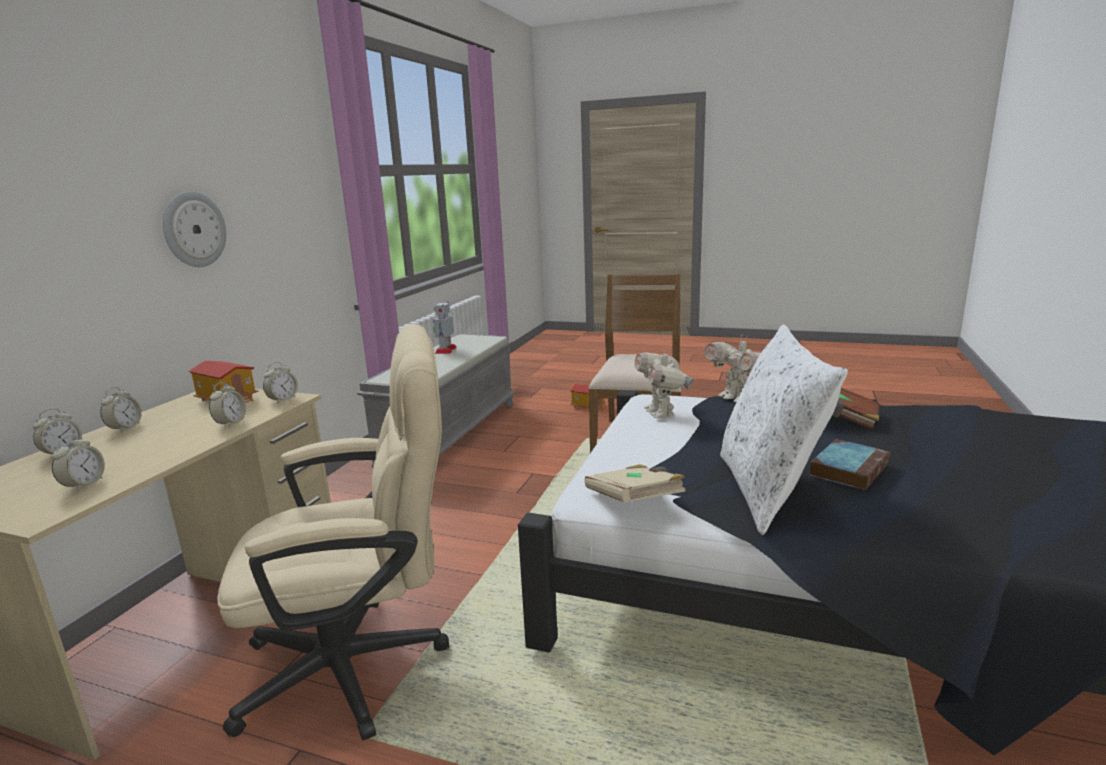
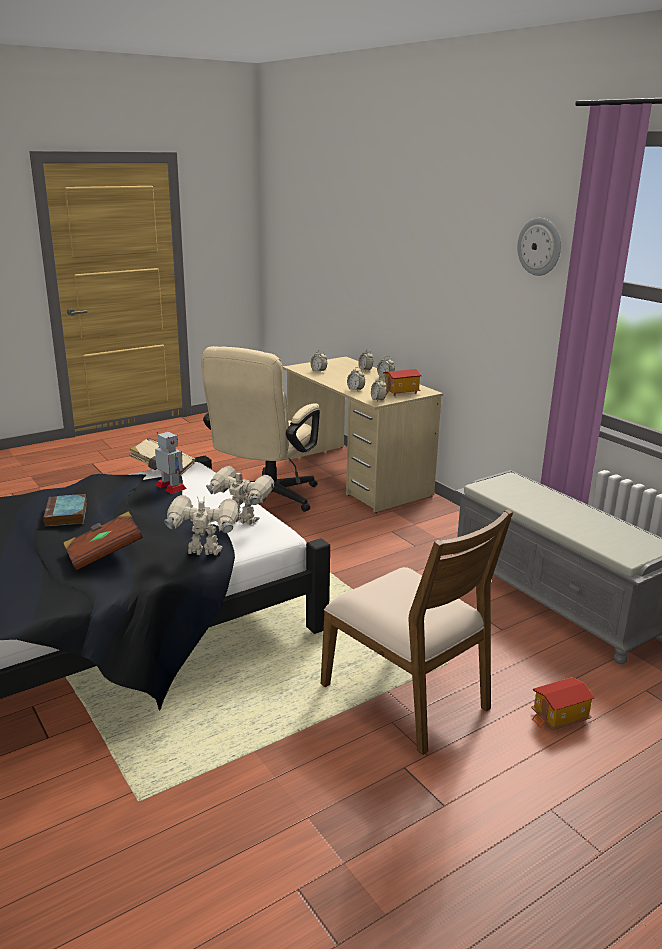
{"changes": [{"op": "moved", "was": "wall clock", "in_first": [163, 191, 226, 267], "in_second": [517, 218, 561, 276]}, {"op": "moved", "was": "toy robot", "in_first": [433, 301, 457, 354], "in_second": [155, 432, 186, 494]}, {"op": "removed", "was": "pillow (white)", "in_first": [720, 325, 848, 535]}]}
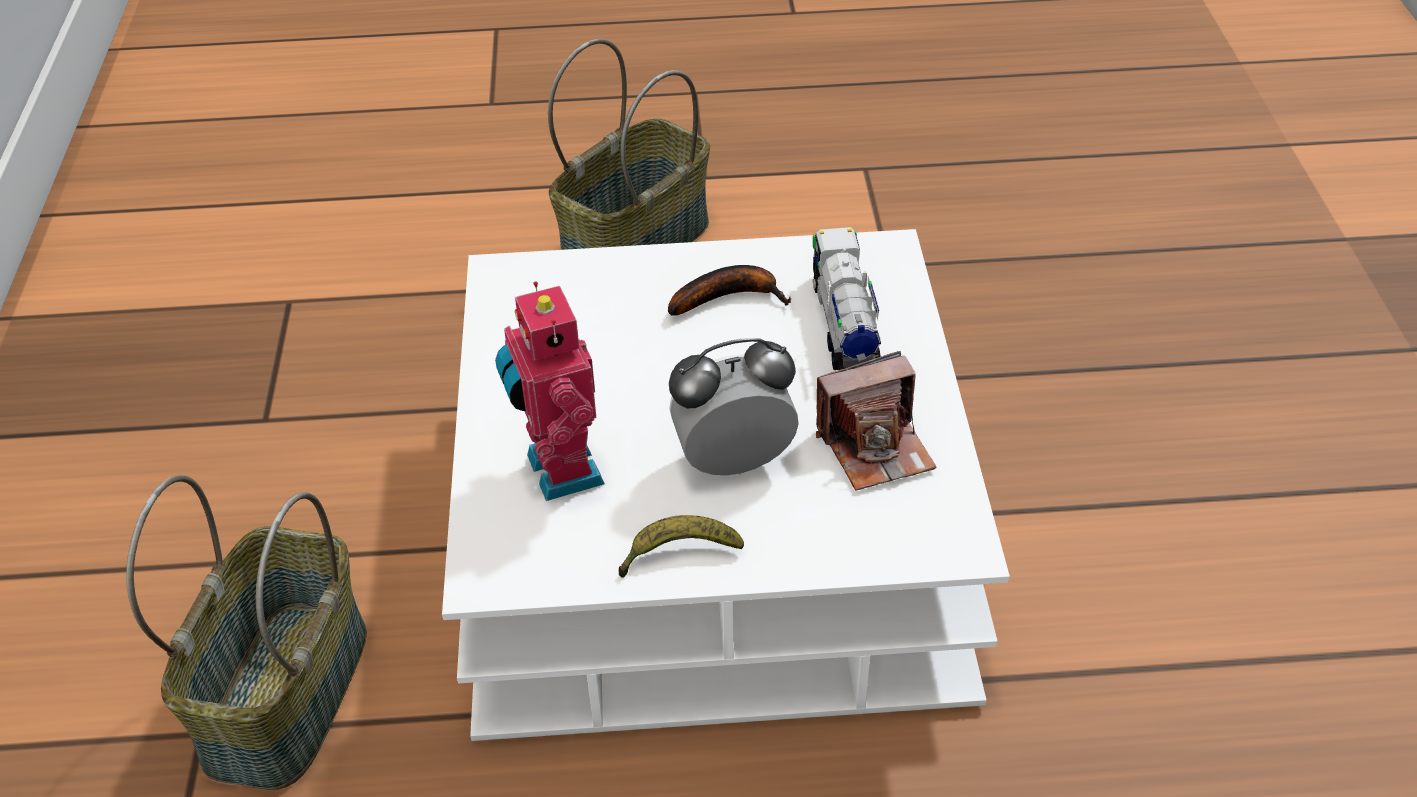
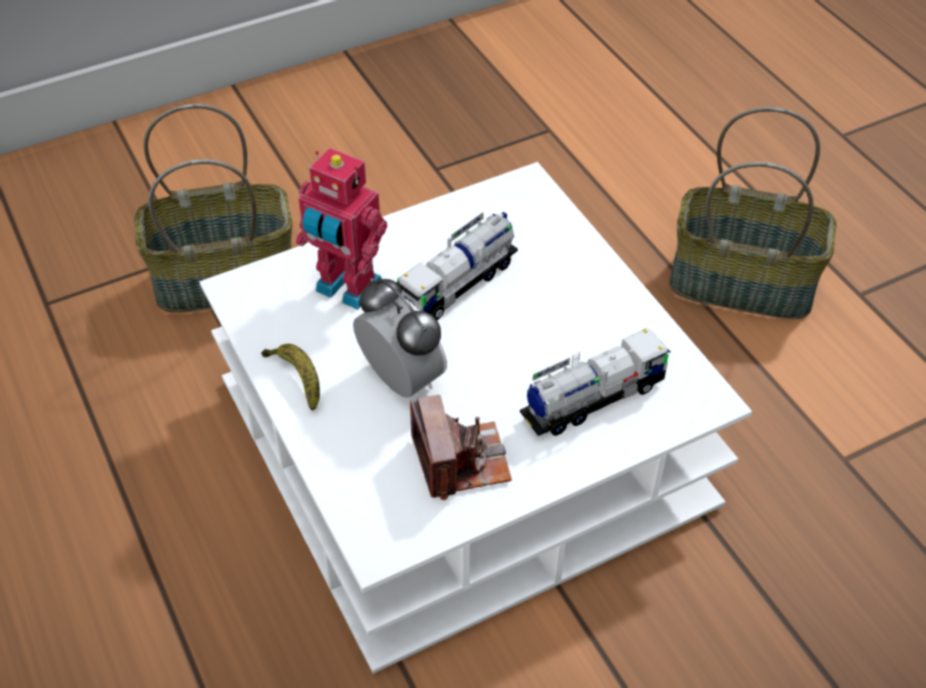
{"changes": [{"op": "turned", "was": "toy robot", "in_first": [495, 281, 605, 501], "in_second": [296, 148, 387, 310], "clockwise": -105}, {"op": "removed", "was": "banana", "in_first": [668, 265, 791, 316]}, {"op": "turned", "was": "photo camera", "in_first": [816, 351, 936, 491], "in_second": [410, 395, 512, 500], "clockwise": -150}, {"op": "added", "now": "toy truck", "in_second": [397, 212, 518, 320]}]}
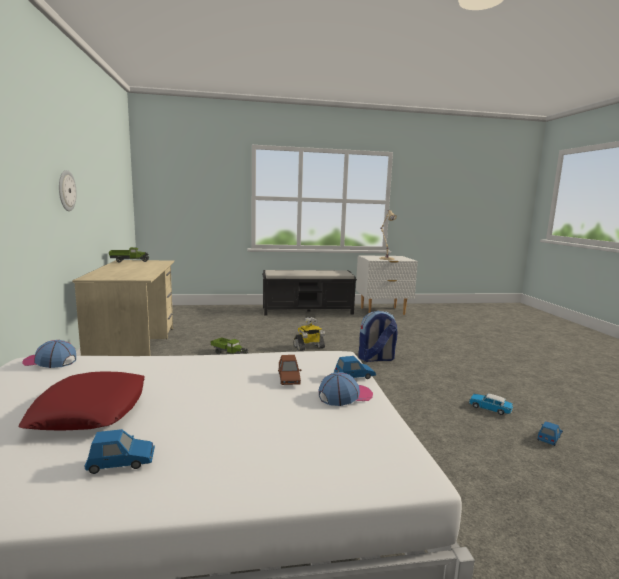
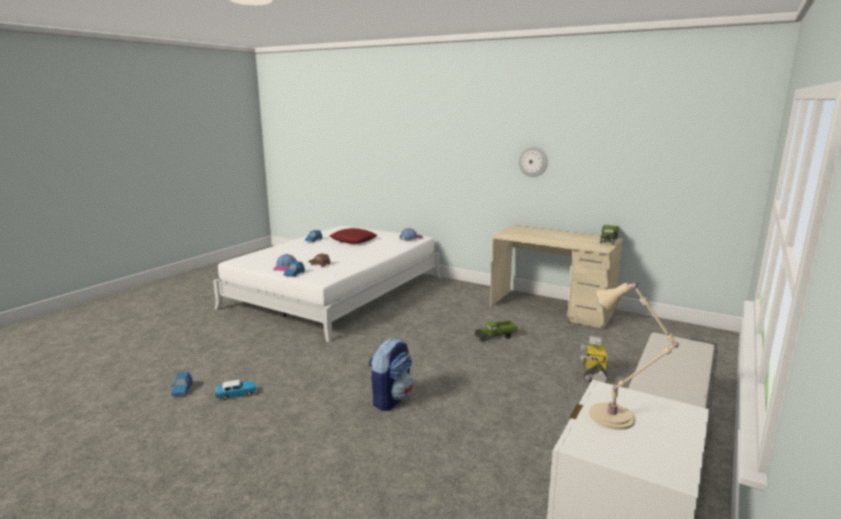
{"changes": [{"op": "moved", "was": "toy robot", "in_first": [293, 317, 325, 351], "in_second": [581, 336, 608, 383]}]}
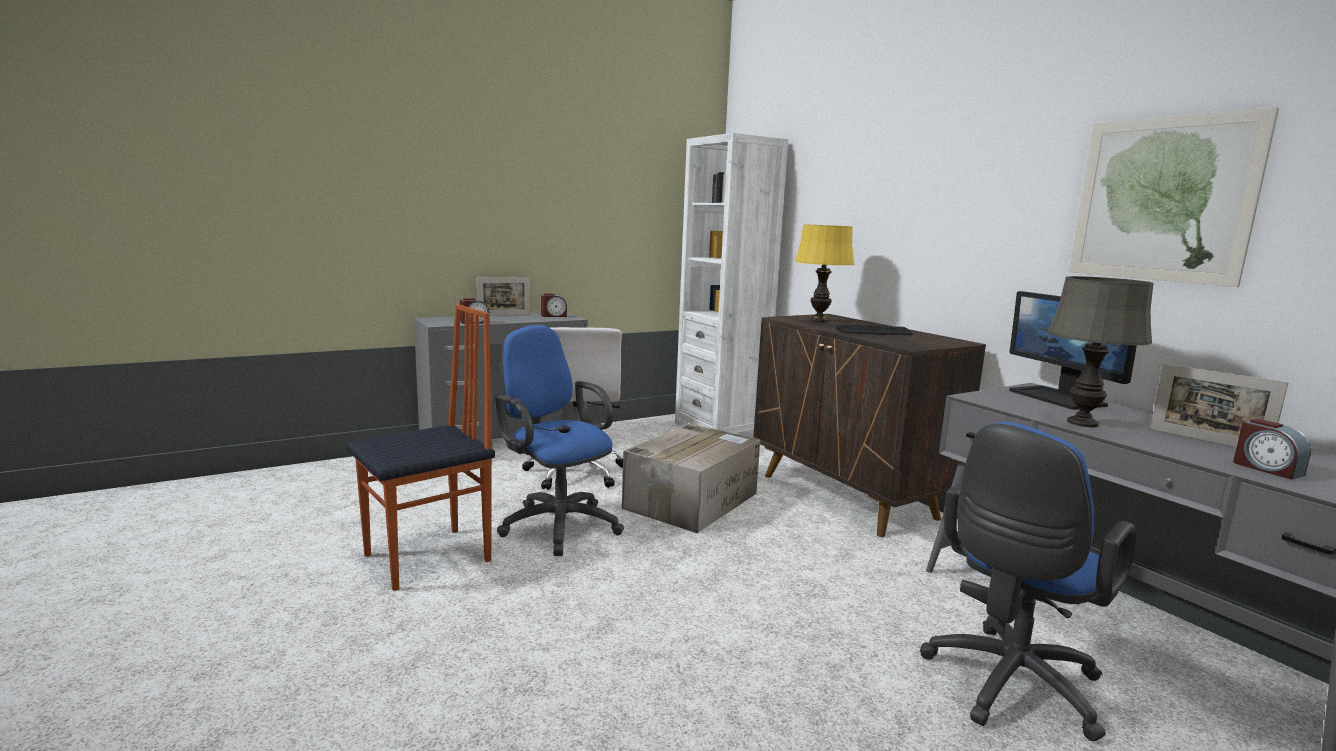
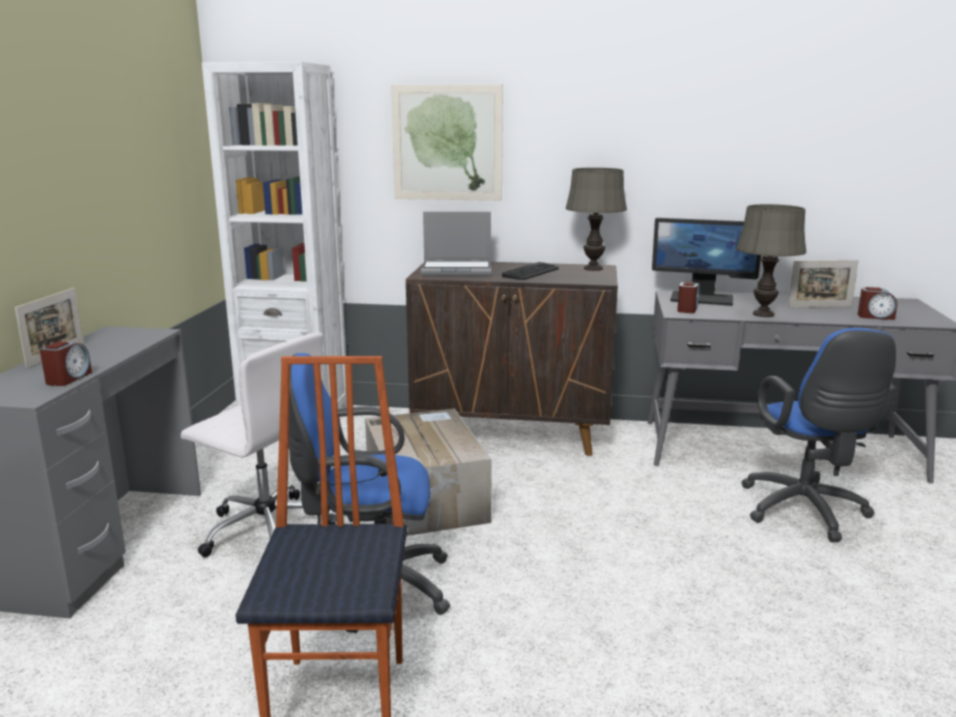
{"changes": [{"op": "moved", "was": "alarm clock", "in_first": [541, 294, 567, 317], "in_second": [677, 282, 700, 313]}, {"op": "replaced", "was": "table lamp (yellow)", "now": "laptop", "in_first": [795, 224, 854, 322], "in_second": [420, 212, 491, 276]}, {"op": "moved", "was": "picture", "in_first": [1069, 107, 1279, 287], "in_second": [391, 84, 503, 201]}, {"op": "added", "now": "table lamp (grey)", "in_second": [565, 168, 627, 271]}]}
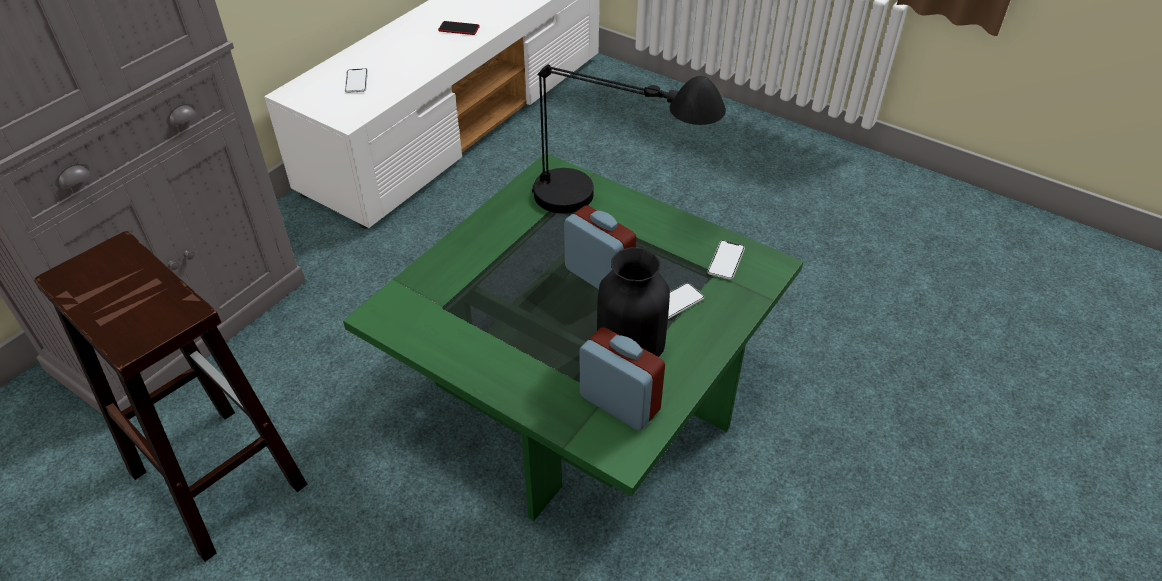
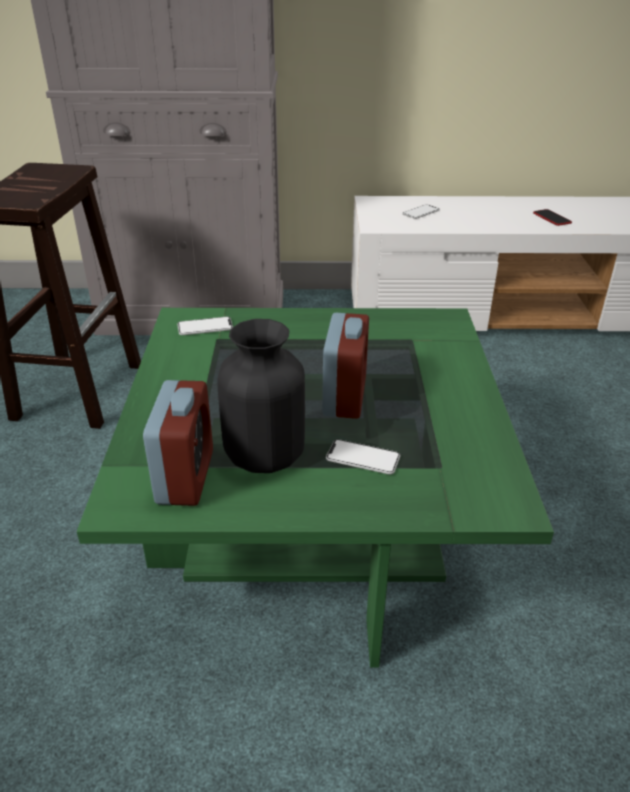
{"changes": [{"op": "removed", "was": "table lamp (black)", "in_first": [532, 64, 726, 214]}, {"op": "moved", "was": "phone", "in_first": [707, 240, 745, 280], "in_second": [177, 316, 233, 335]}]}
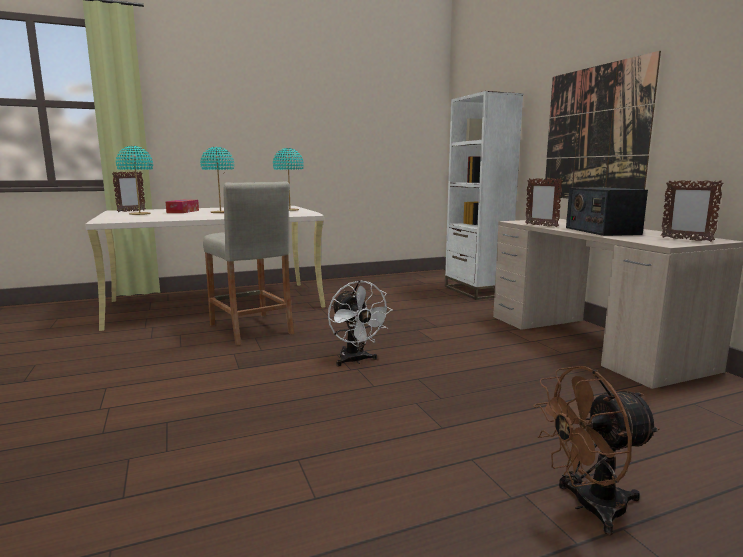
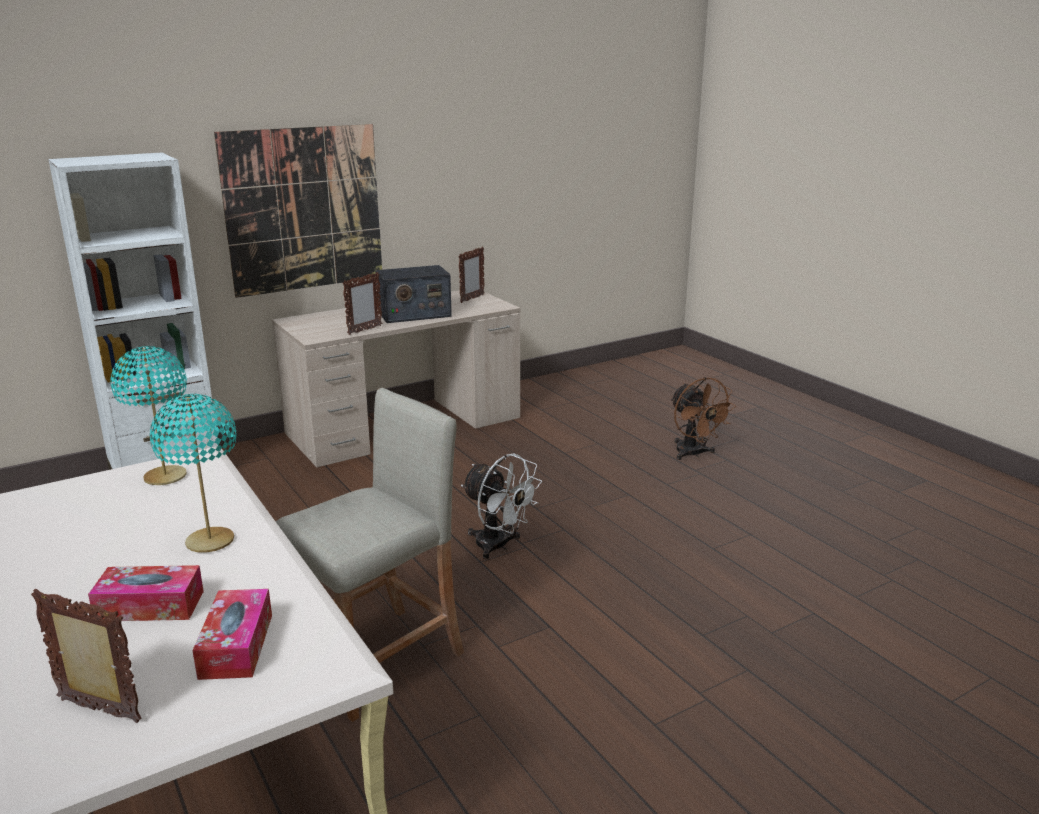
{"changes": [{"op": "replaced", "was": "table lamp (turquoise)", "now": "tissue box", "in_first": [116, 146, 153, 215], "in_second": [192, 589, 272, 680]}, {"op": "turned", "was": "fan (white)", "in_first": [328, 280, 392, 366], "in_second": [461, 454, 542, 559], "clockwise": 75}]}
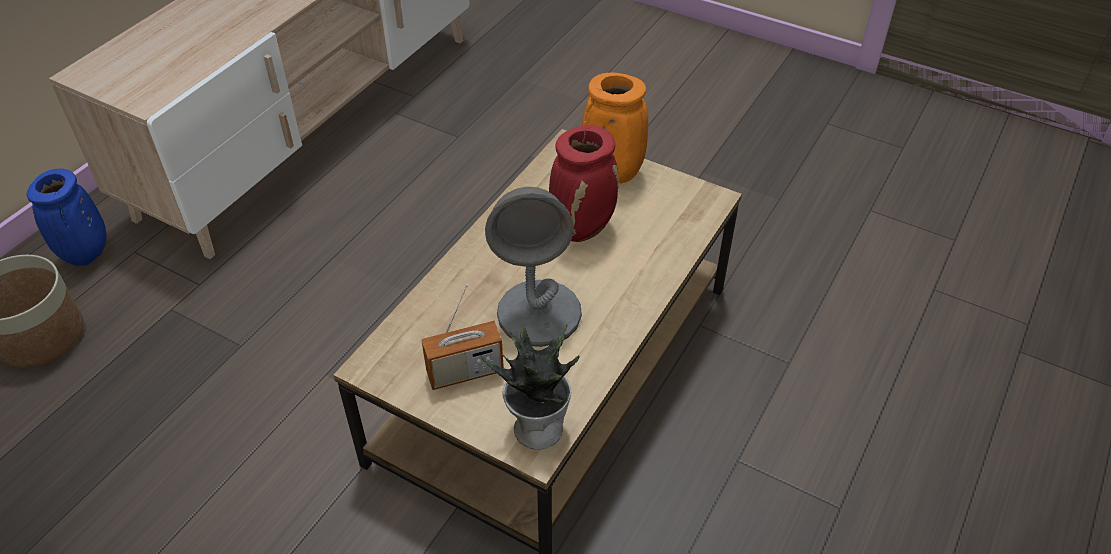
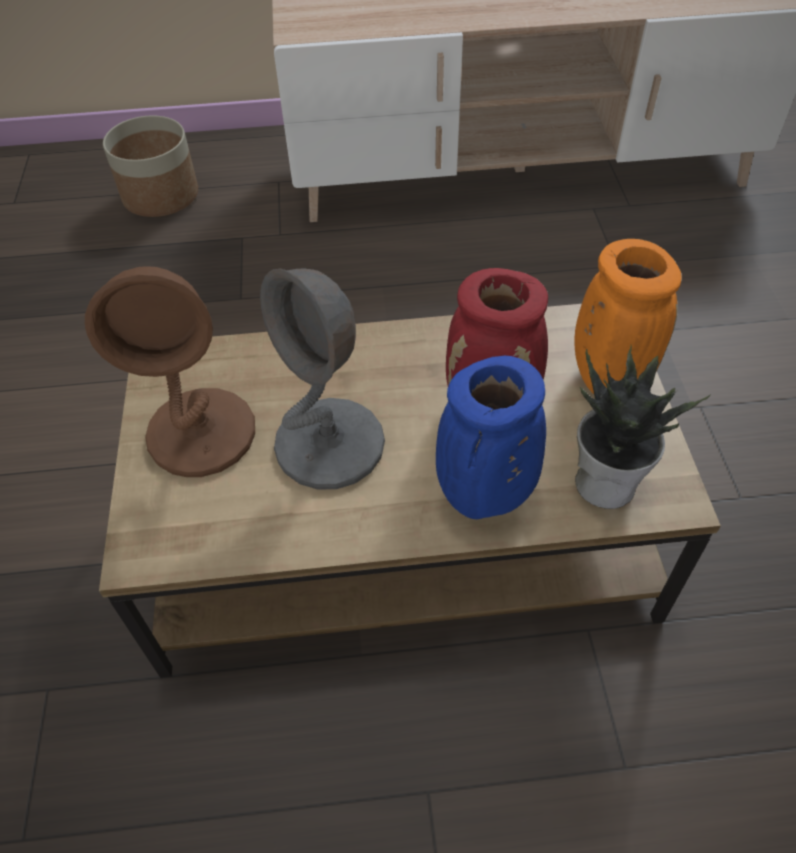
{"changes": [{"op": "moved", "was": "vase (blue)", "in_first": [27, 169, 106, 266], "in_second": [436, 356, 546, 519]}, {"op": "replaced", "was": "radio", "now": "table lamp (brown)", "in_first": [421, 284, 504, 390], "in_second": [85, 266, 255, 477]}, {"op": "moved", "was": "potted plant", "in_first": [481, 324, 579, 450], "in_second": [575, 345, 711, 509]}]}
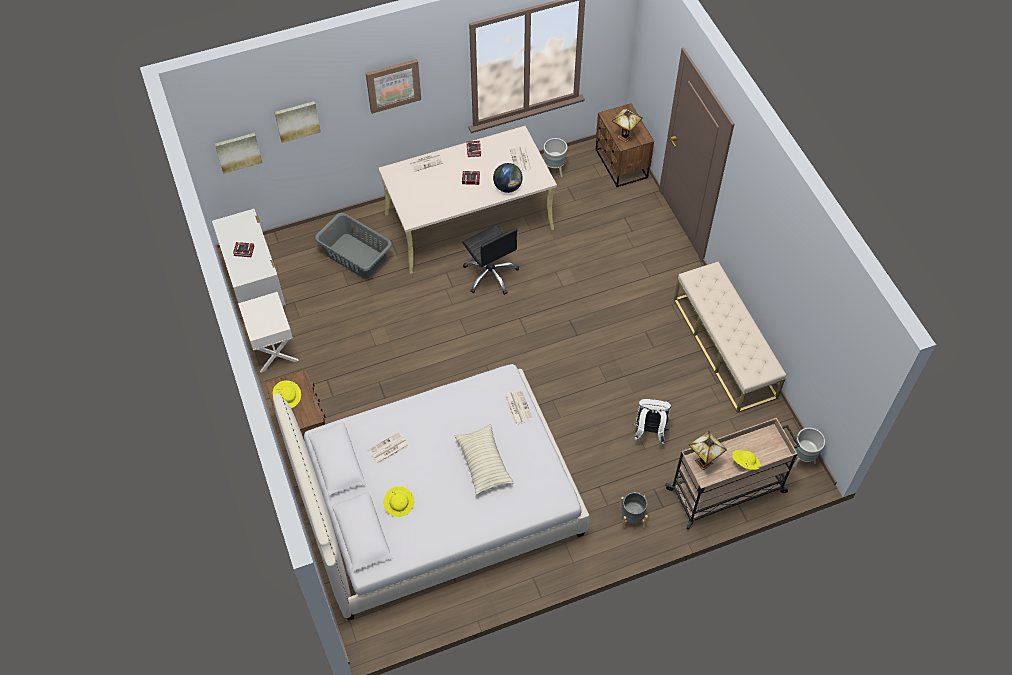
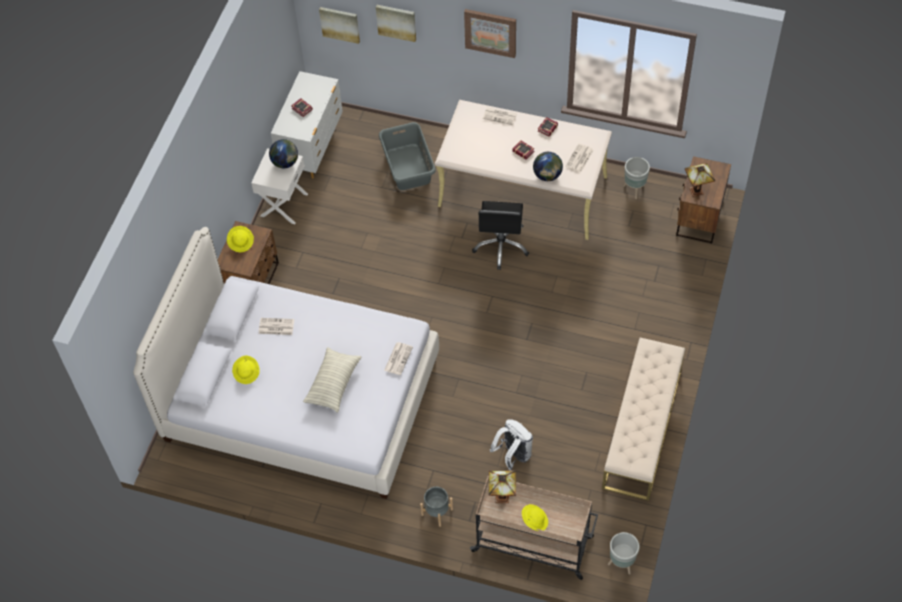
{"changes": [{"op": "added", "now": "globe", "in_second": [269, 139, 298, 168]}]}
